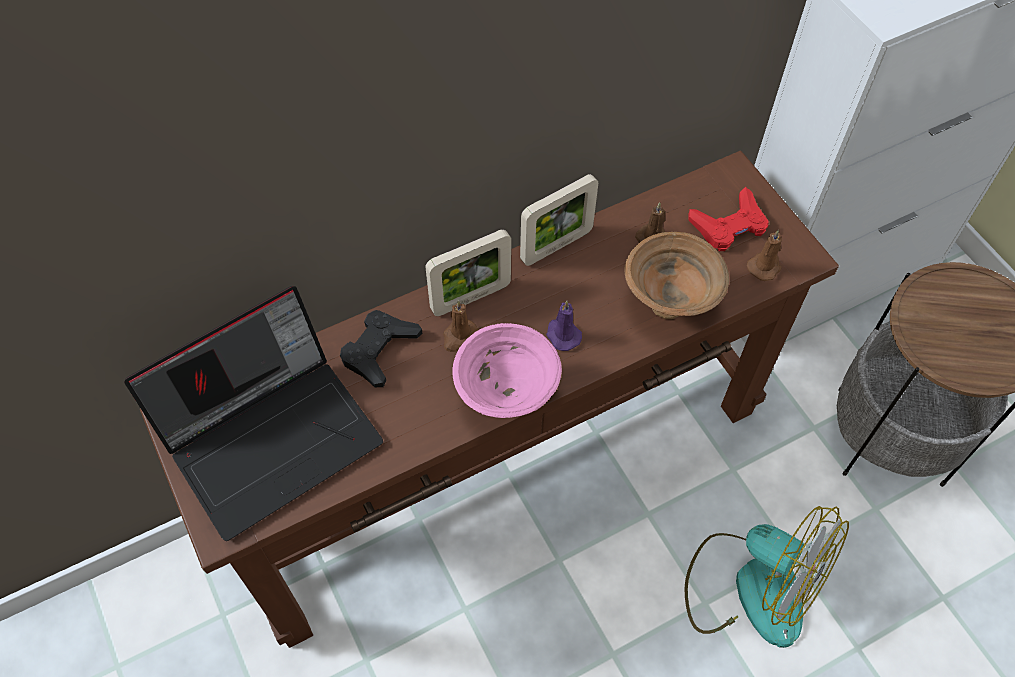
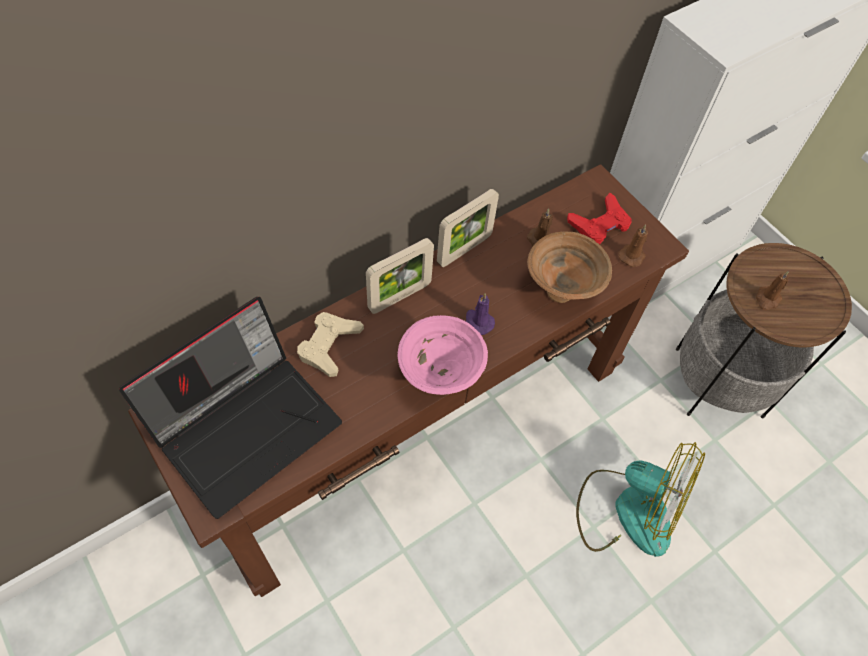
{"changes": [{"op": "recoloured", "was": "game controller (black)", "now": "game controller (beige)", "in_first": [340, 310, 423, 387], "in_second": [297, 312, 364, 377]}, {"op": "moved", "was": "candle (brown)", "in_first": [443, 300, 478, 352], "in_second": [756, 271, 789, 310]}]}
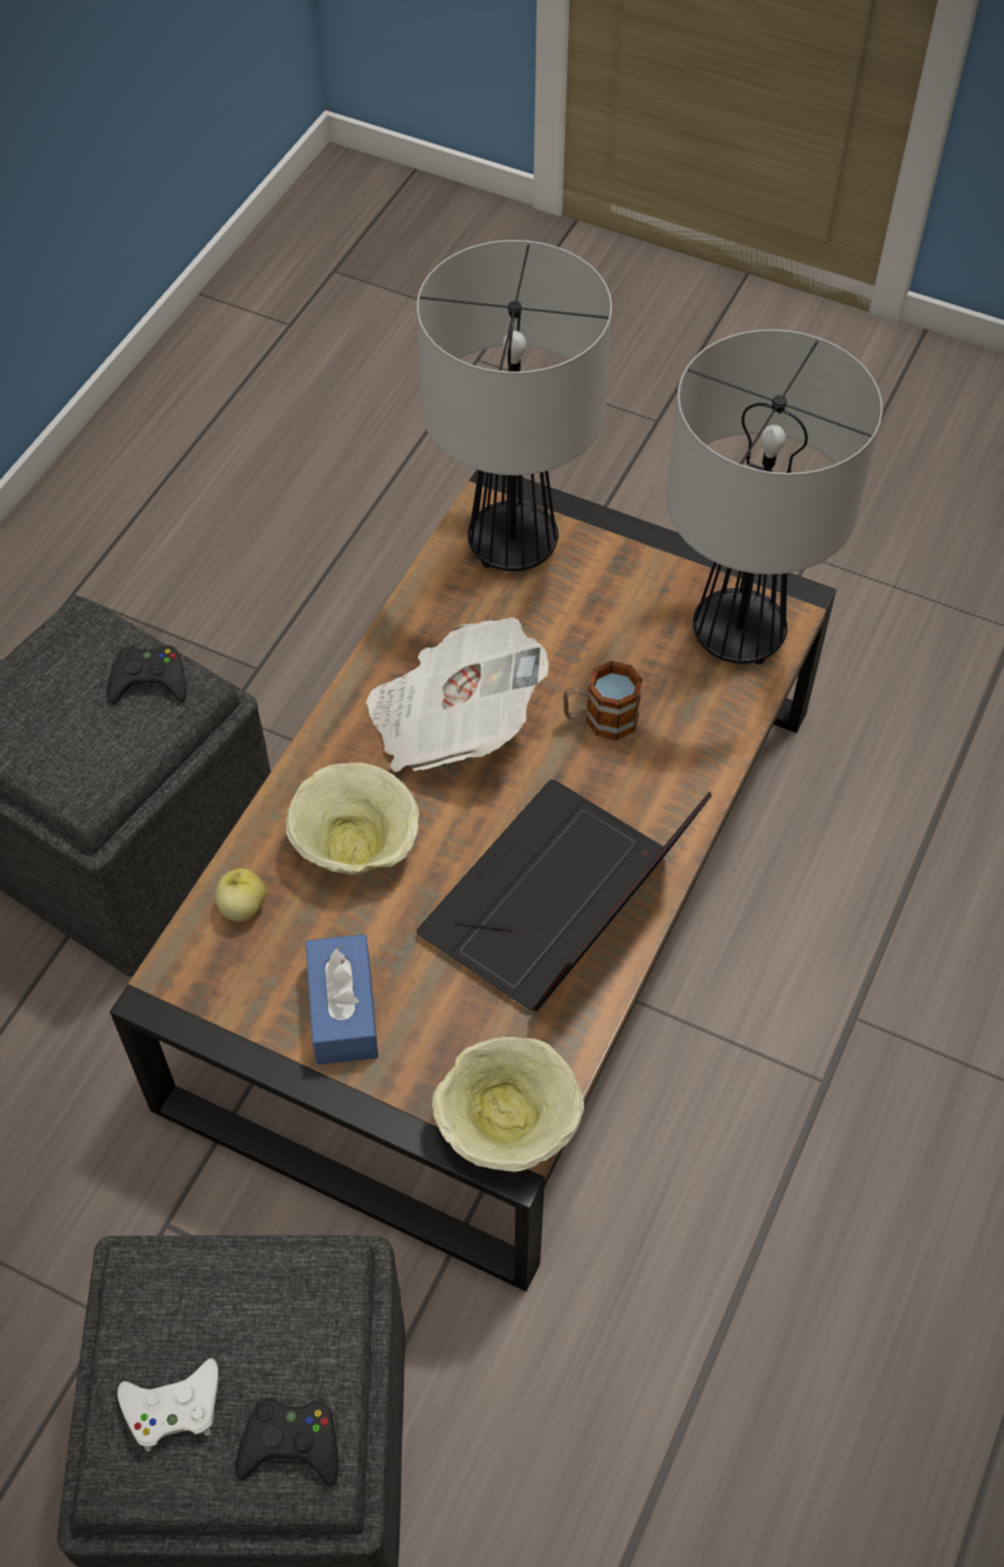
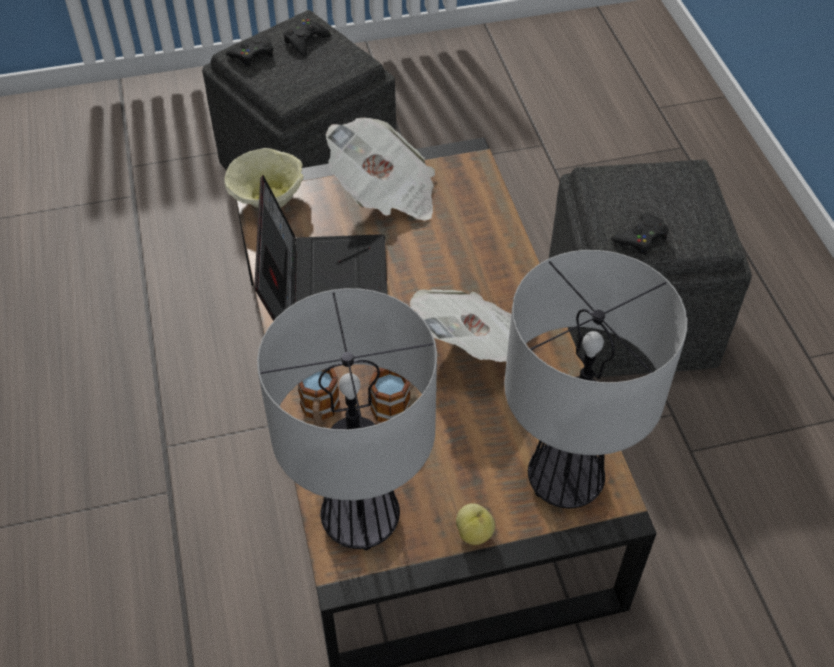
{"changes": [{"op": "recoloured", "was": "game controller (white)", "now": "game controller (black)", "in_first": [117, 1358, 218, 1452], "in_second": [283, 19, 331, 57]}, {"op": "moved", "was": "apple", "in_first": [215, 868, 266, 922], "in_second": [456, 503, 495, 545]}, {"op": "removed", "was": "bowl (beige)", "in_first": [286, 763, 419, 875]}, {"op": "replaced", "was": "tissue box (blue)", "now": "newspaper", "in_first": [305, 934, 378, 1065], "in_second": [326, 118, 435, 221]}, {"op": "added", "now": "mug", "in_second": [298, 368, 340, 427]}]}
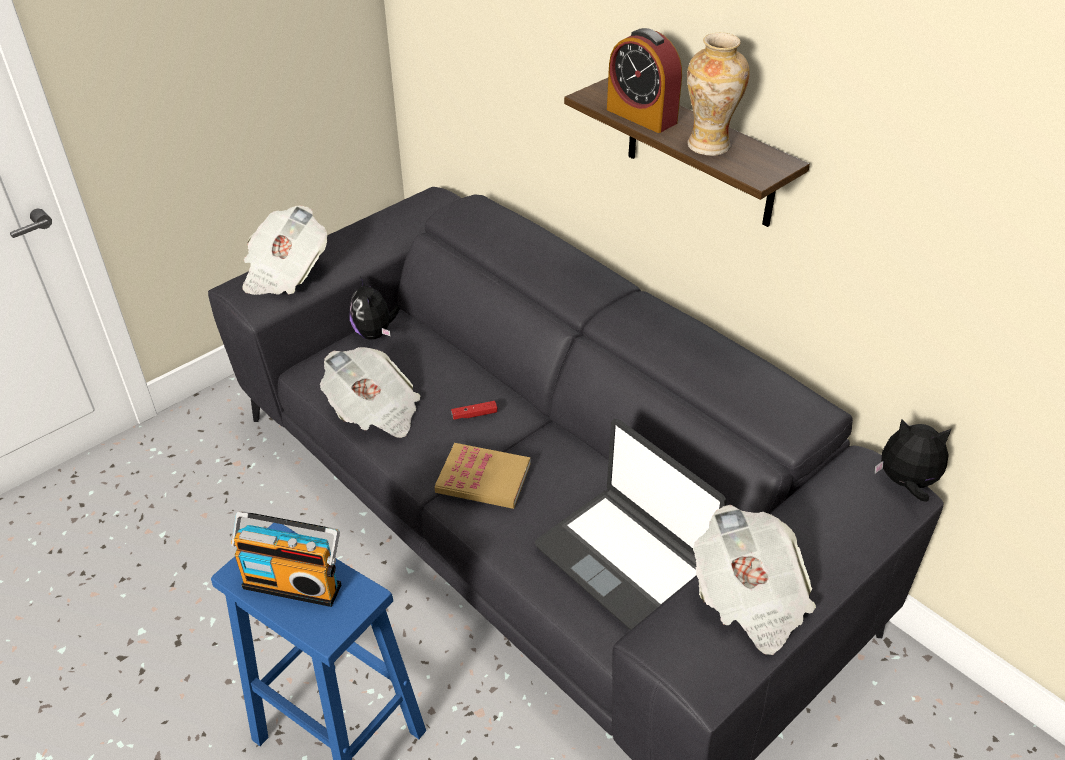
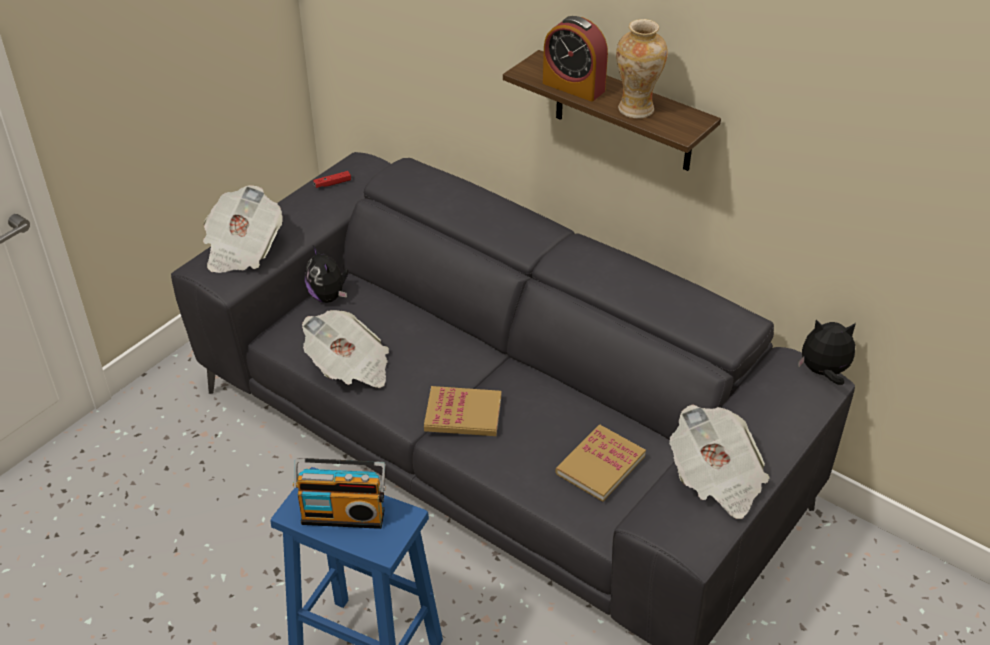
{"changes": [{"op": "moved", "was": "game controller (red)", "in_first": [451, 401, 497, 420], "in_second": [313, 171, 351, 188]}, {"op": "replaced", "was": "laptop", "now": "book", "in_first": [535, 419, 727, 630], "in_second": [555, 425, 646, 502]}]}
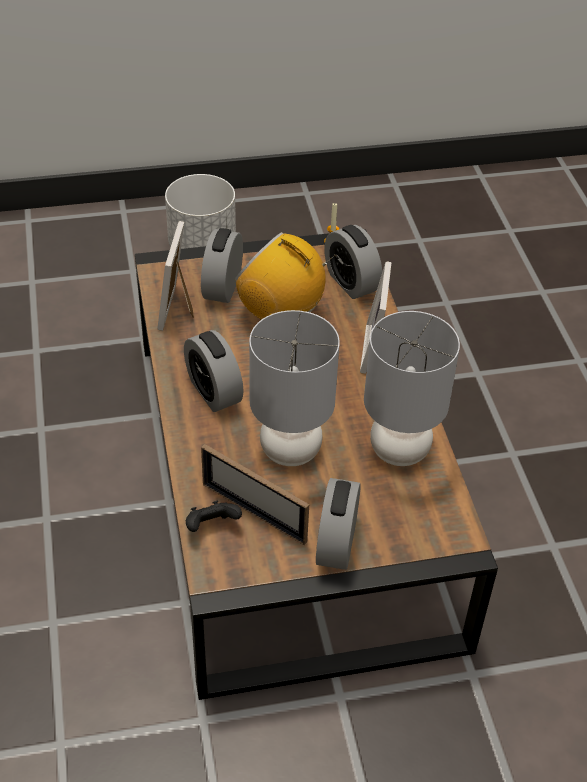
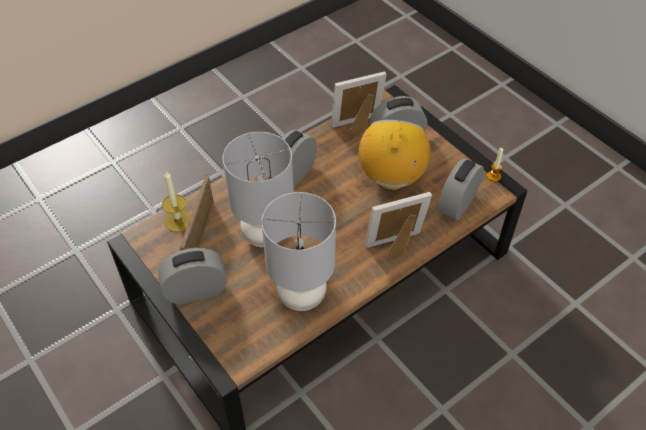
{"changes": [{"op": "removed", "was": "planter (white)", "in_first": [165, 174, 236, 249]}, {"op": "replaced", "was": "game controller (black)", "now": "candle", "in_first": [186, 501, 242, 532], "in_second": [162, 171, 191, 232]}]}
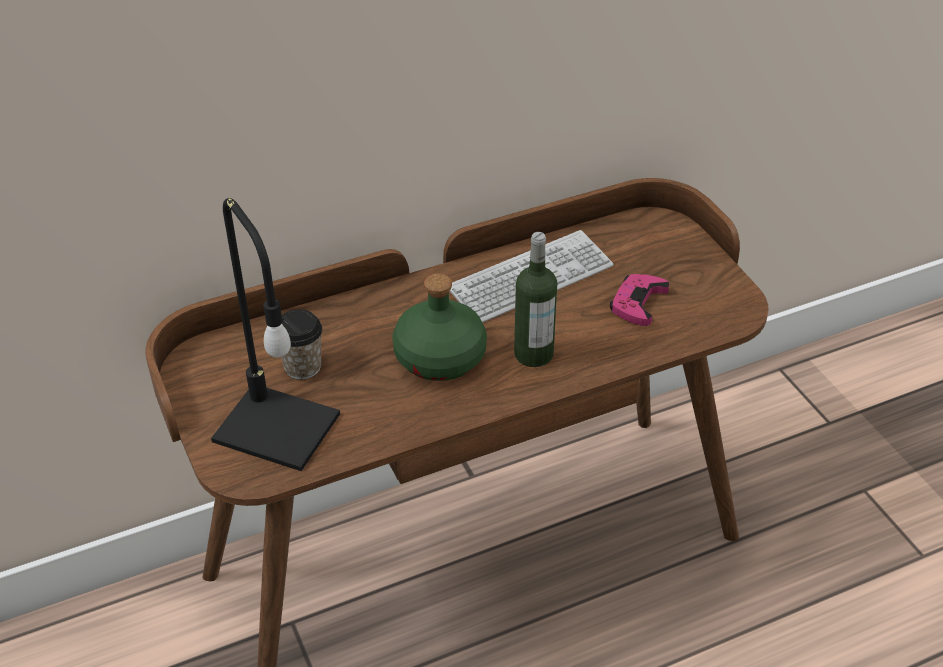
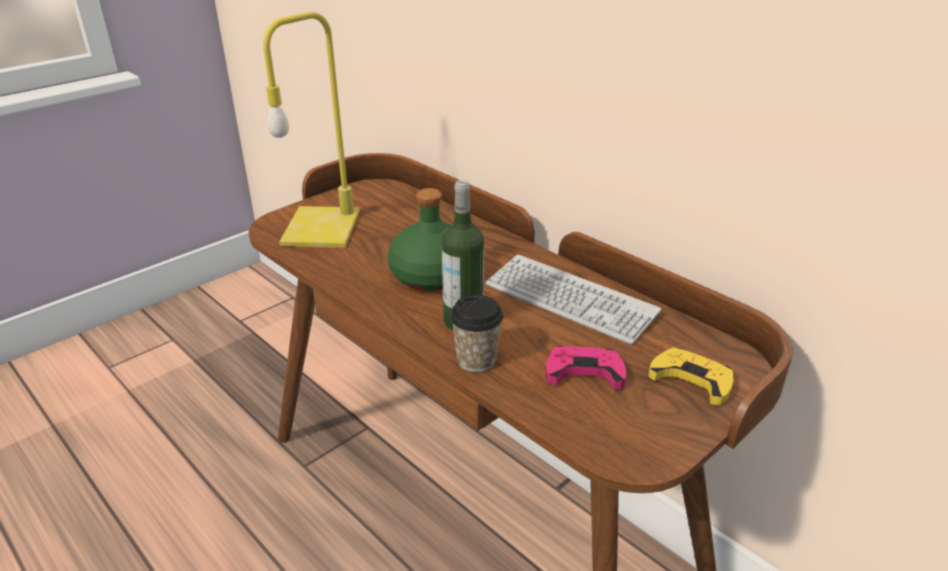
{"changes": [{"op": "recoloured", "was": "table lamp (black)", "now": "table lamp (yellow)", "in_first": [211, 198, 340, 471], "in_second": [263, 12, 360, 248]}, {"op": "moved", "was": "cup", "in_first": [281, 309, 322, 380], "in_second": [450, 295, 503, 372]}, {"op": "added", "now": "game controller (yellow)", "in_second": [648, 347, 733, 405]}]}
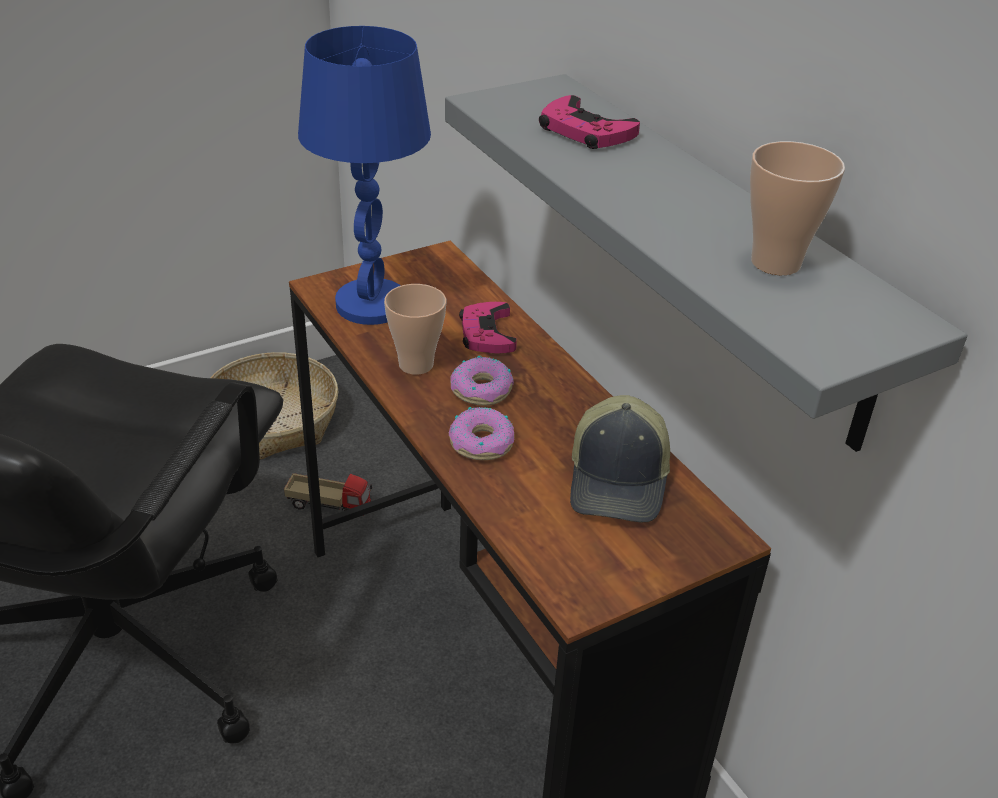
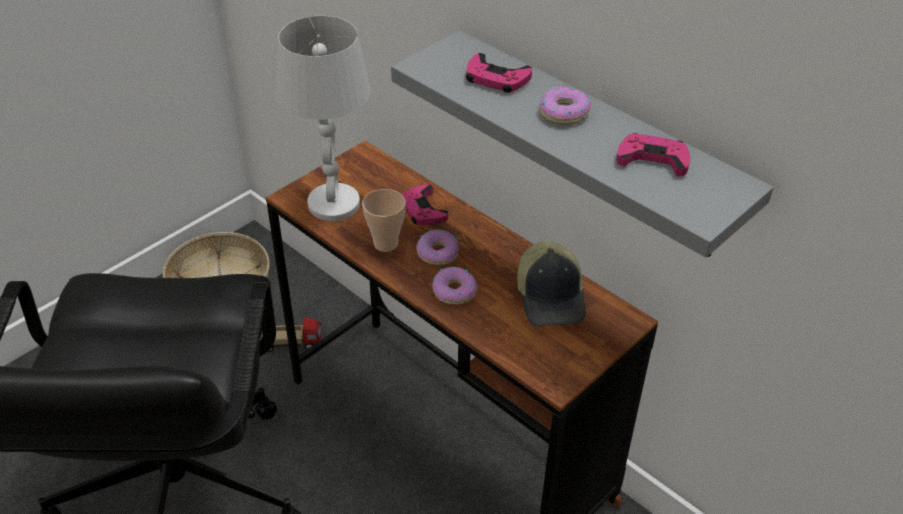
{"changes": [{"op": "recoloured", "was": "table lamp (blue)", "now": "table lamp (white)", "in_first": [298, 26, 431, 325], "in_second": [276, 16, 371, 221]}, {"op": "replaced", "was": "cup", "now": "game controller (pink)", "in_first": [750, 141, 845, 275], "in_second": [617, 133, 690, 176]}, {"op": "added", "now": "donut", "in_second": [539, 86, 591, 125]}]}
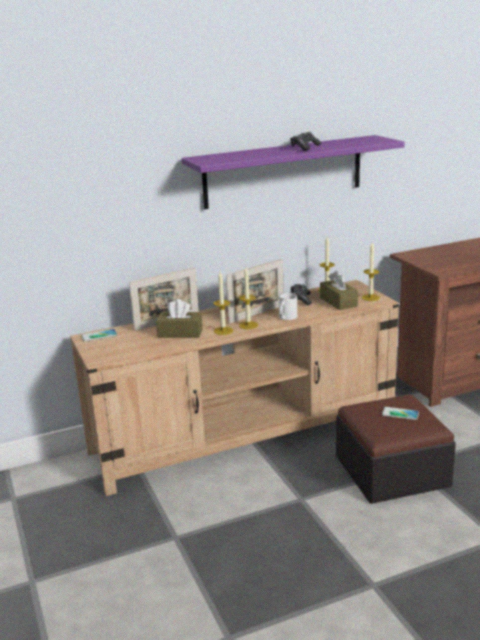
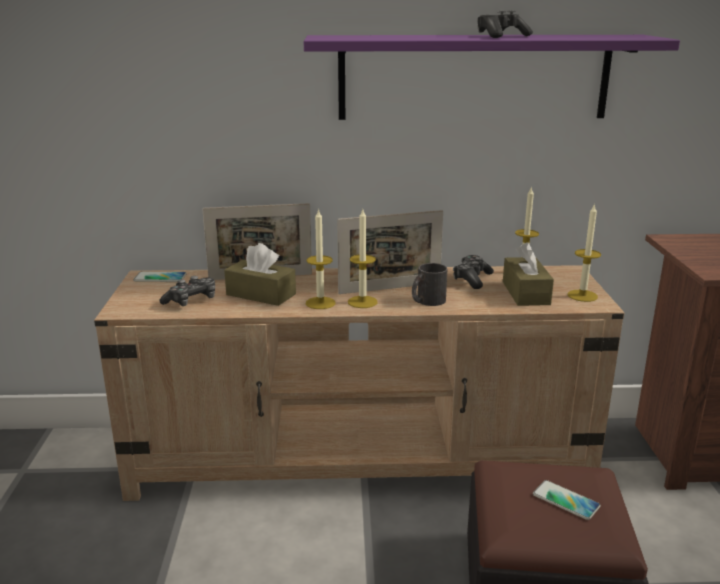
{"changes": [{"op": "recoloured", "was": "mug (white)", "now": "mug (black)", "in_first": [279, 293, 297, 320], "in_second": [412, 263, 448, 306]}, {"op": "added", "now": "game controller", "in_second": [159, 276, 215, 306]}]}
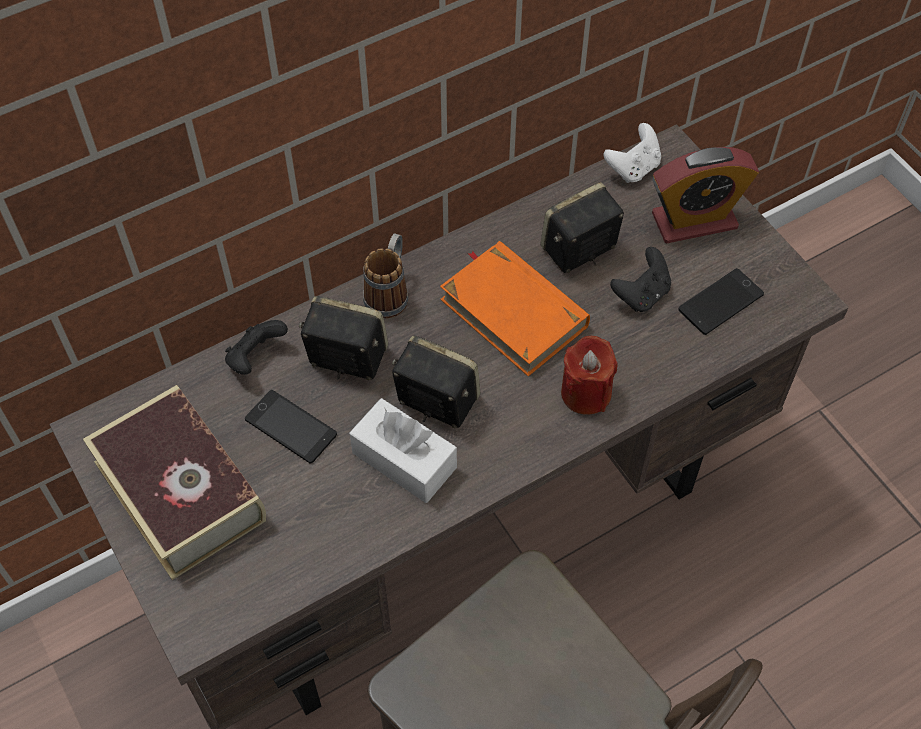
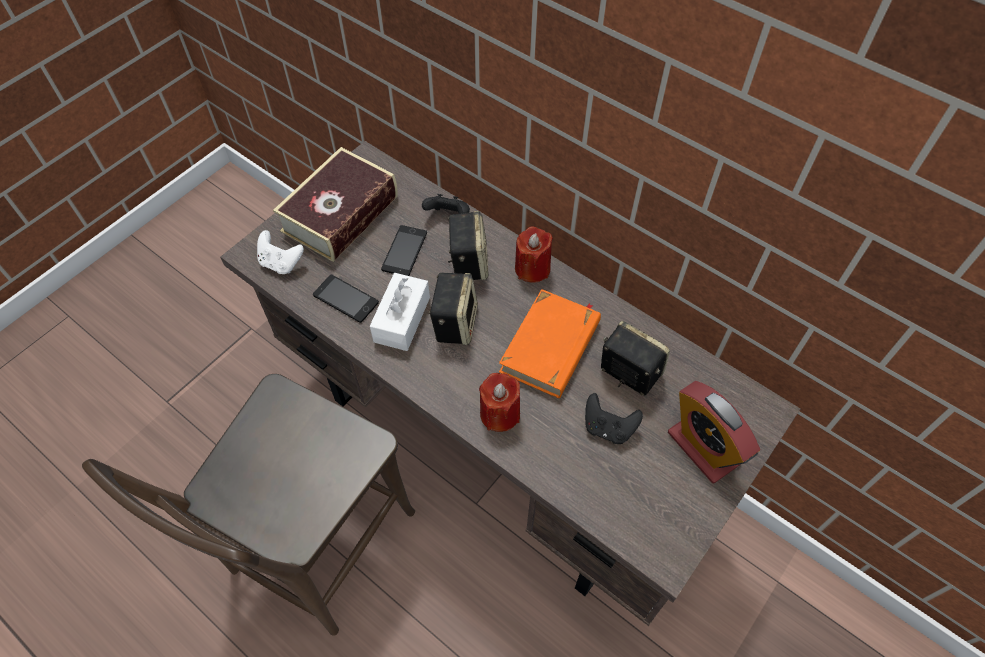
{"changes": [{"op": "replaced", "was": "mug", "now": "candle (red)", "in_first": [363, 234, 409, 318], "in_second": [515, 227, 553, 283]}, {"op": "moved", "was": "game controller (white)", "in_first": [603, 123, 661, 183], "in_second": [257, 230, 304, 274]}, {"op": "moved", "was": "phone", "in_first": [678, 268, 764, 335], "in_second": [313, 275, 379, 323]}]}
